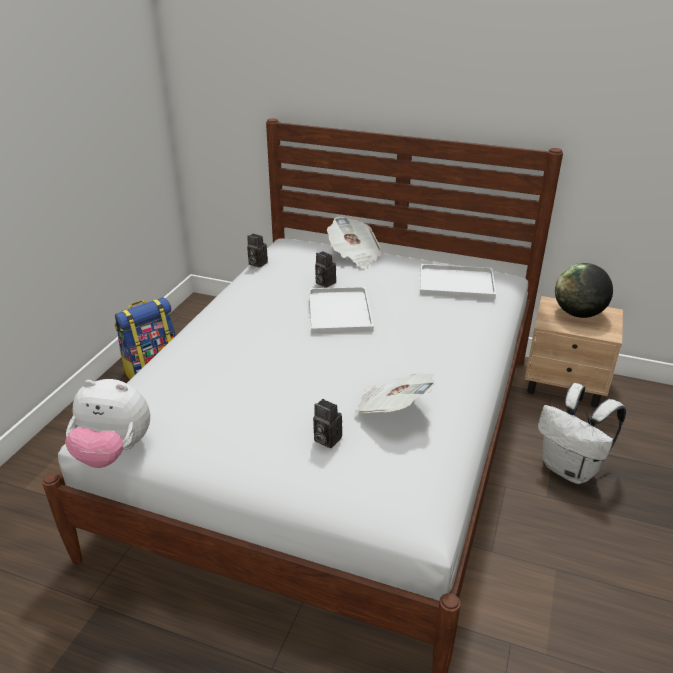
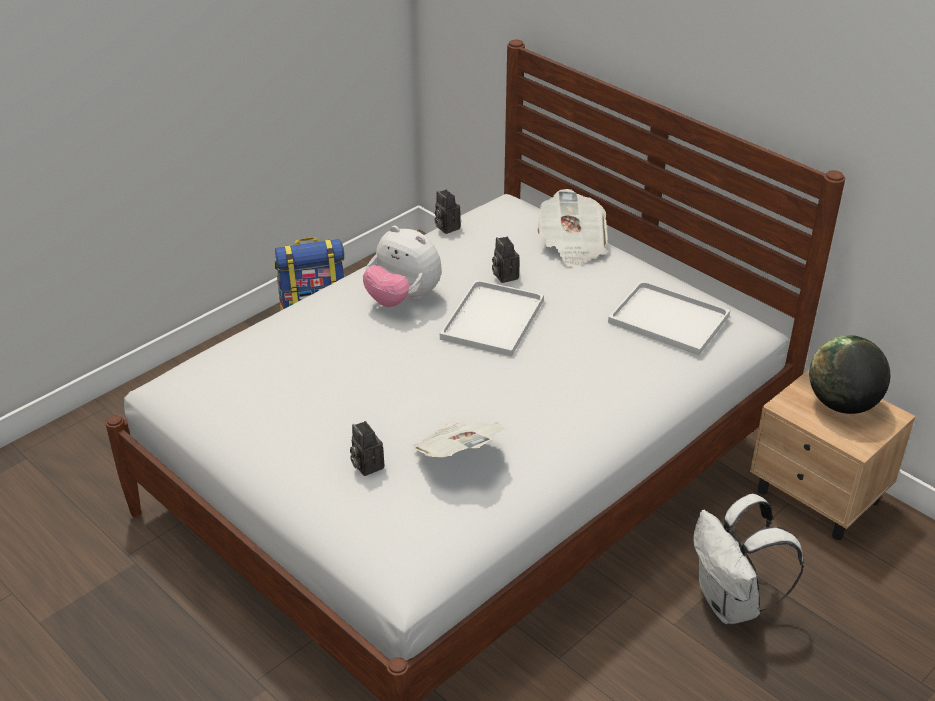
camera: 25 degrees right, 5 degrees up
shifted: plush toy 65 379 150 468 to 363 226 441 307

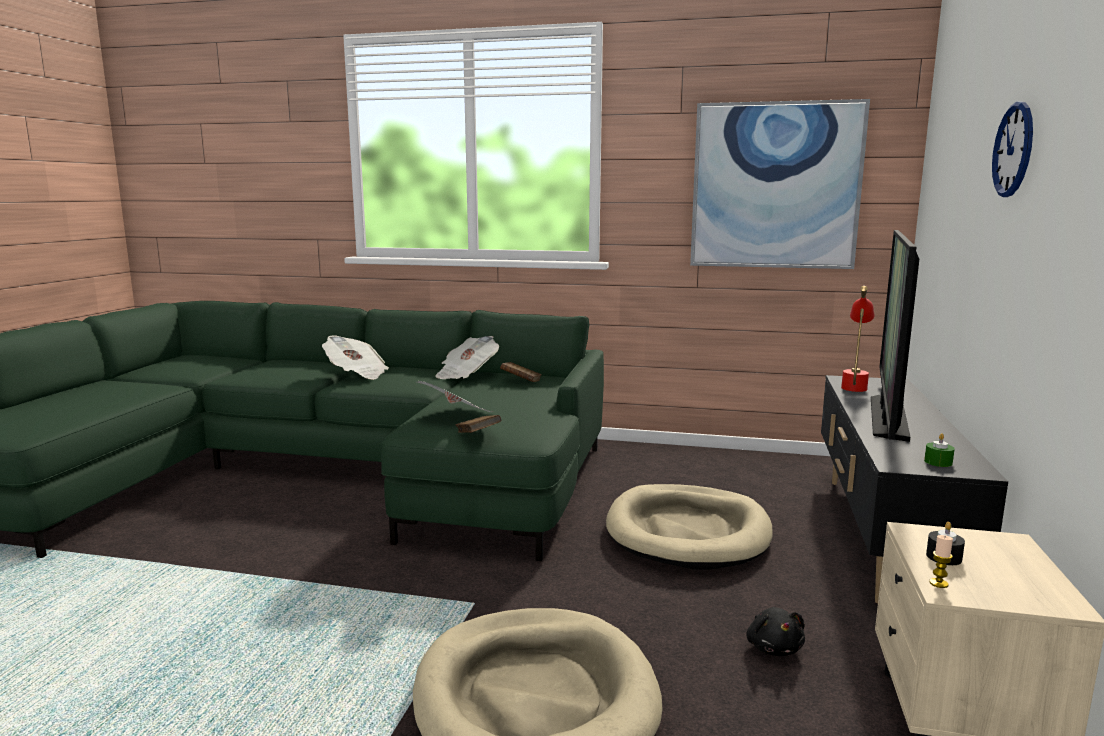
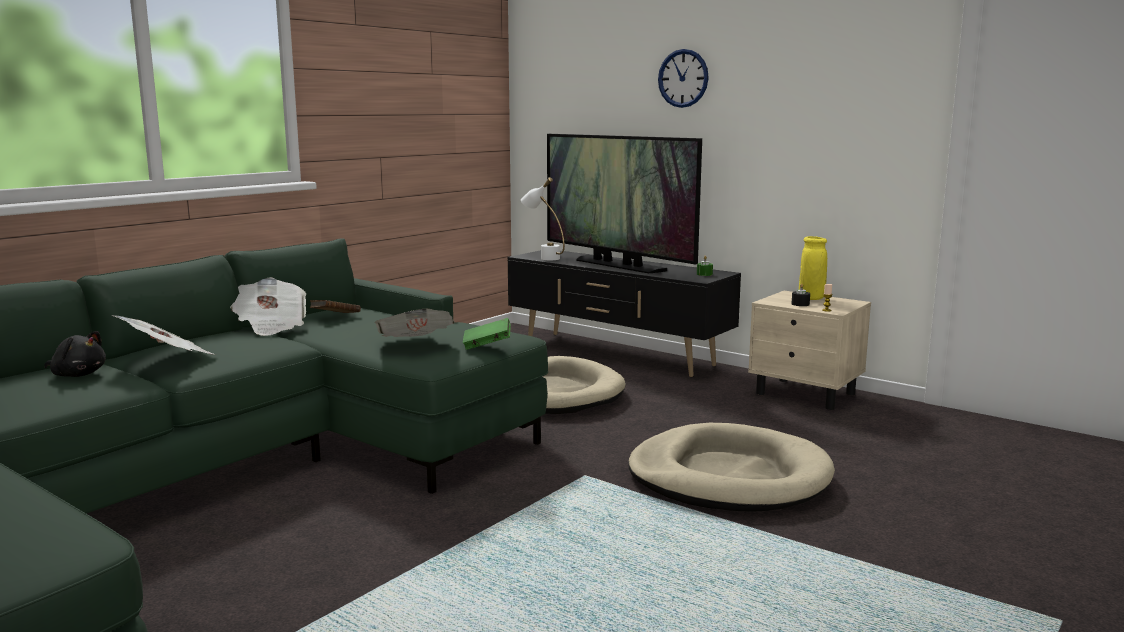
camera: 65 degrees left, 0 degrees up
gone: picture 690 99 870 269
new: vase in yellow 799 236 827 300
shifted: plush toy in black 746 607 805 656 to 44 331 106 377
repainted: book in brown 456 415 501 433 to book in green 463 318 511 350; table lamp in red 841 286 875 392 to table lamp in white 521 177 565 260

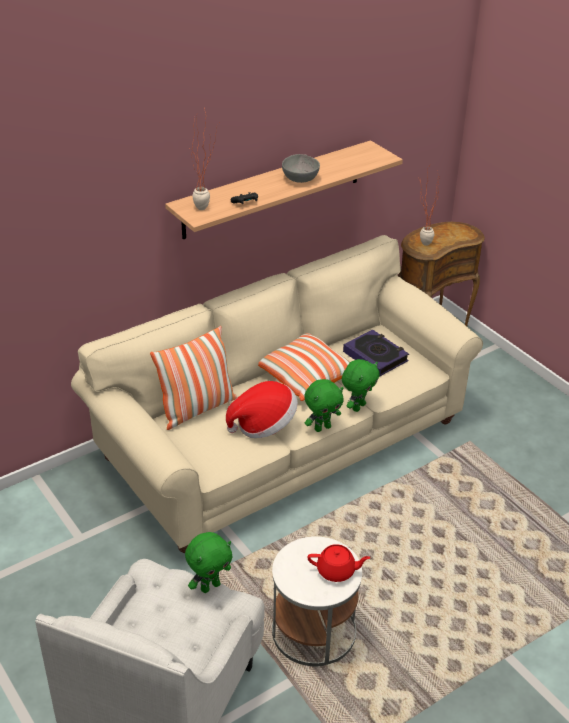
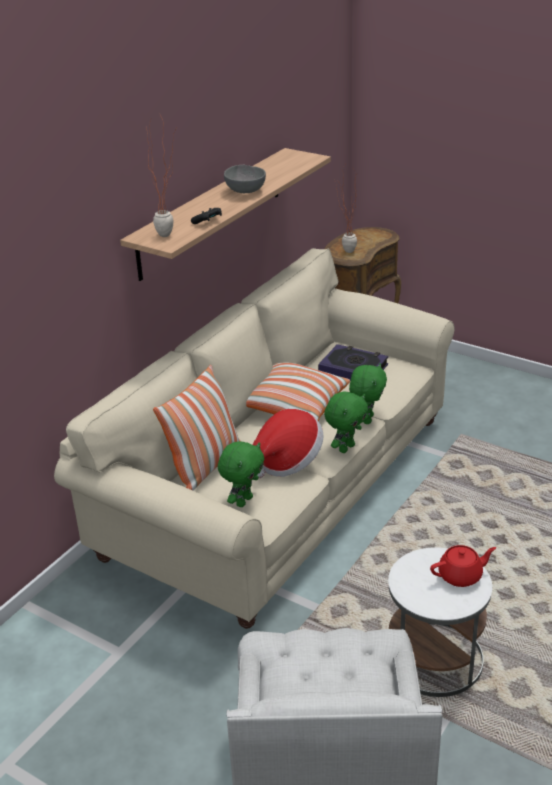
camera: 20 degrees left, 5 degrees down
shifted: plush toy in green 185 532 232 593 to 218 442 264 507

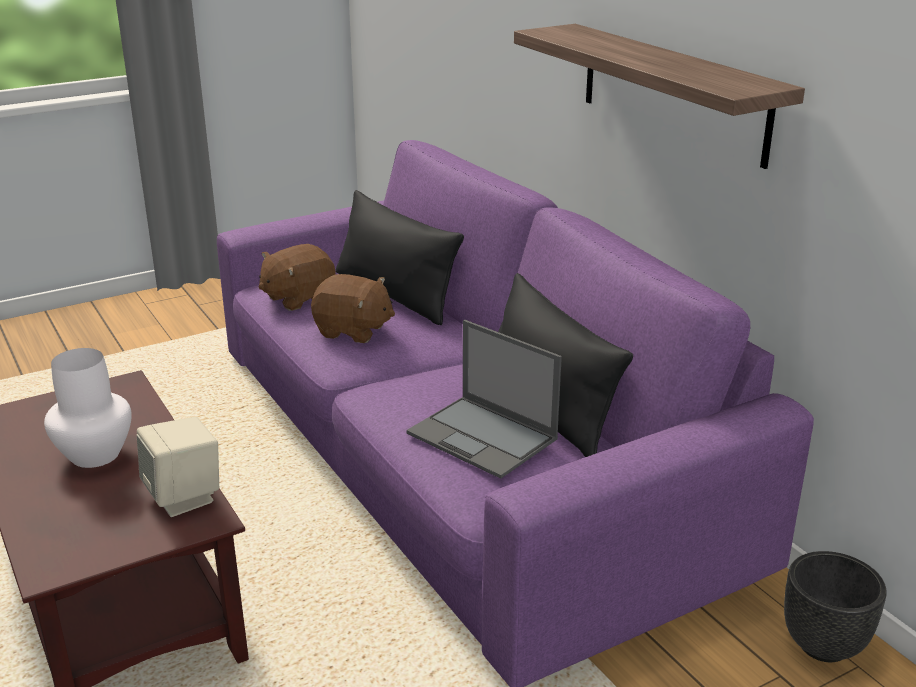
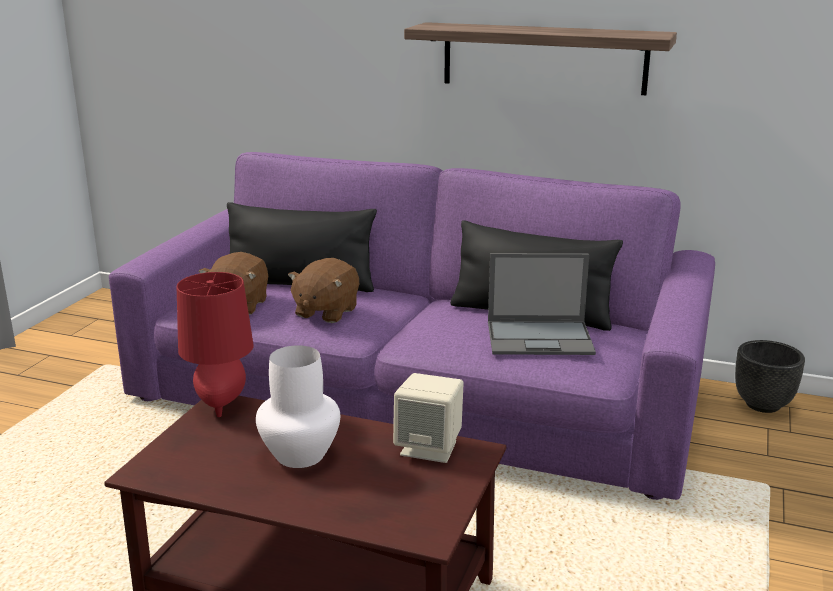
camera: 40 degrees left, 5 degrees down
new: table lamp in red 176 272 254 417
rotated: plush toy in brown 311 274 395 343 = 288 258 359 323 135 degrees clockwise

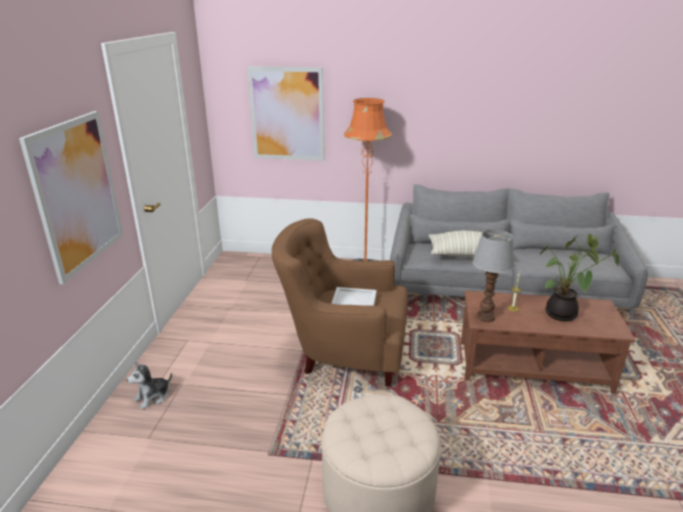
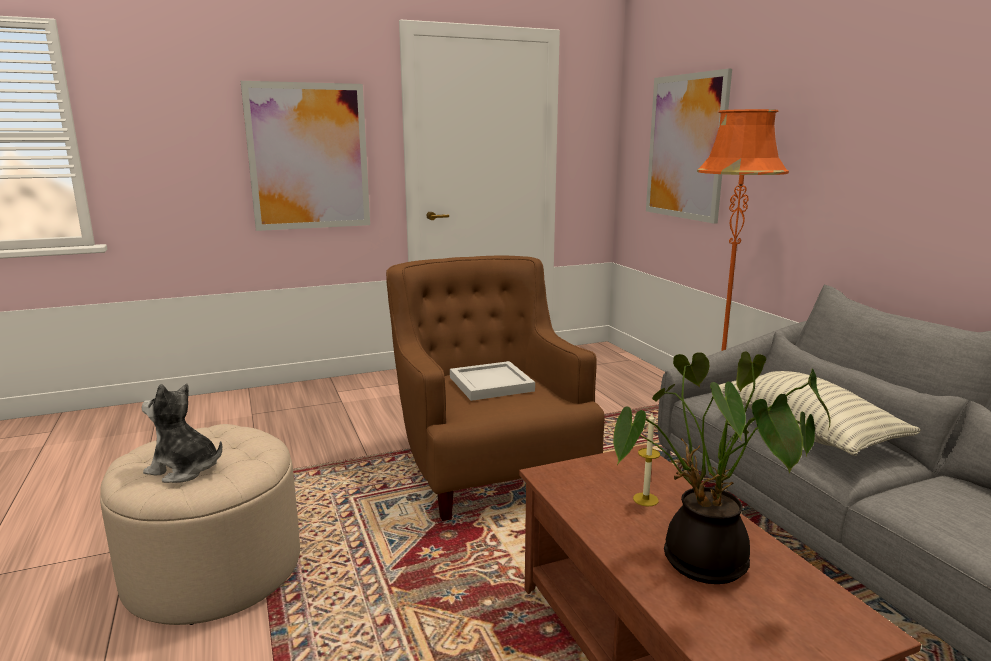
camera: 60 degrees right, 10 degrees down
gone: table lamp 472 229 515 323
shifted: plush toy 127 361 172 409 to 142 384 222 483

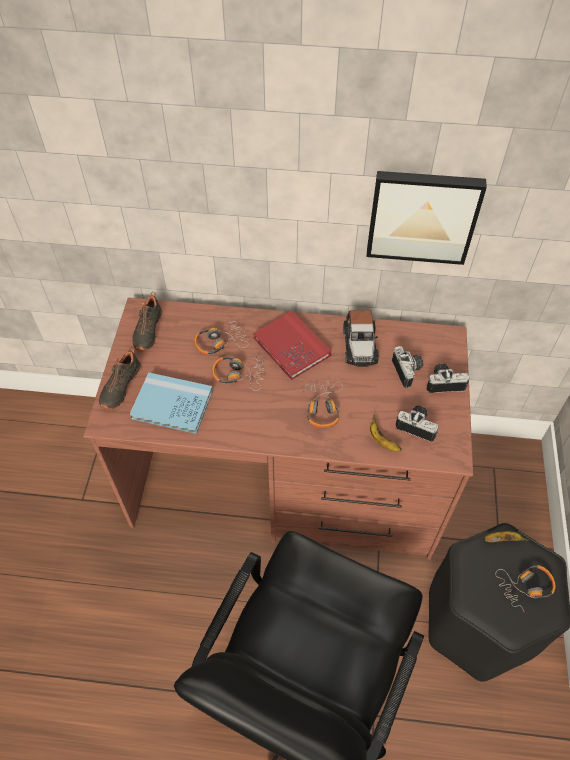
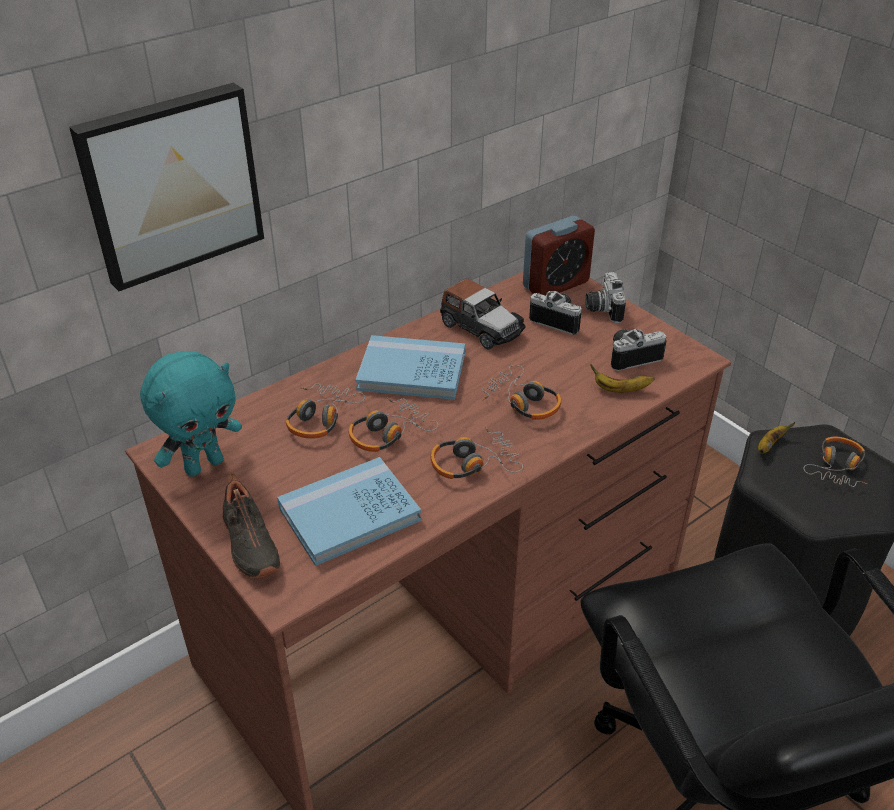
camera: 45 degrees left, 15 degrees down
new: headphones 430 426 523 479; alarm clock 523 216 595 296
shifted: picture 366 171 487 265 to 69 83 264 291
swapped: shoe in black 132 292 162 351 to plush toy in turquoise 140 351 242 477
repainted: book in red 253 311 331 380 to book in blue 356 335 465 400
rotated: photo camera 427 363 469 393 = 585 272 626 323 45 degrees counterclockwise

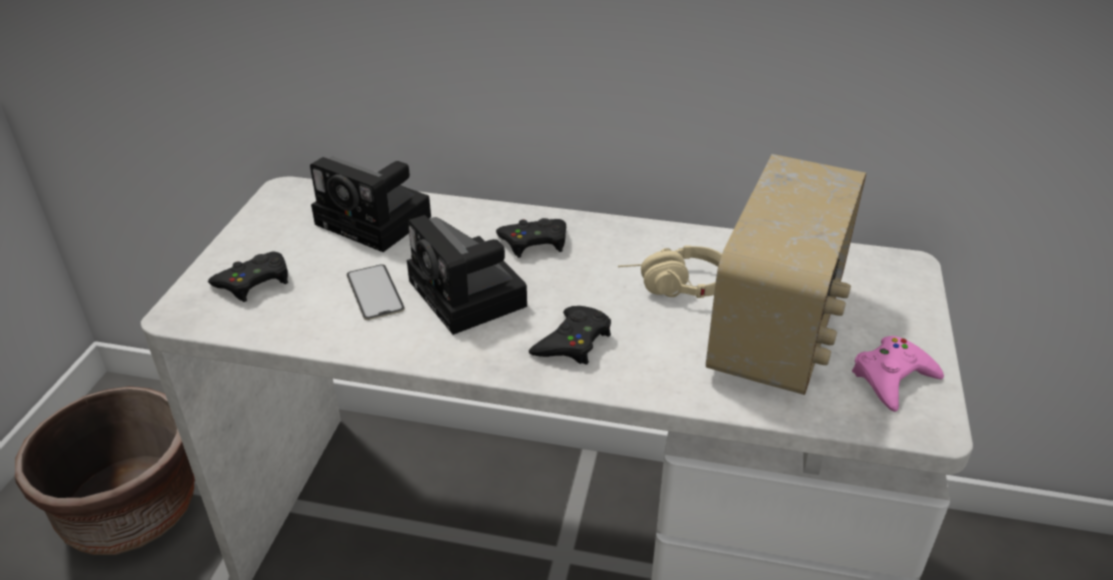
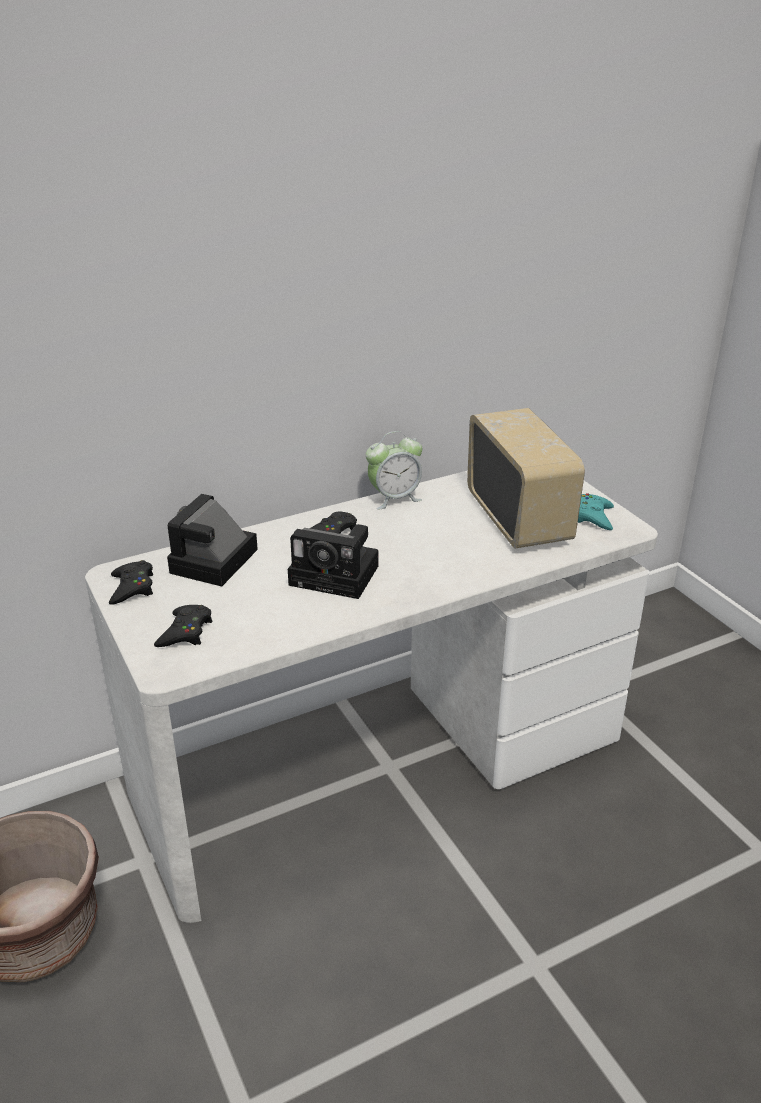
camera: 40 degrees left, 5 degrees down
gone: phone 347 264 405 320; headphones in beige 618 245 722 298
new: alarm clock 366 431 422 510
shifted: game controller in black 529 306 611 365 to 109 560 153 605
repainted: game controller in pink 852 336 944 412 to game controller in turquoise 578 493 614 530
rotated: photo camera 310 157 431 252 = 167 494 258 586 120 degrees clockwise

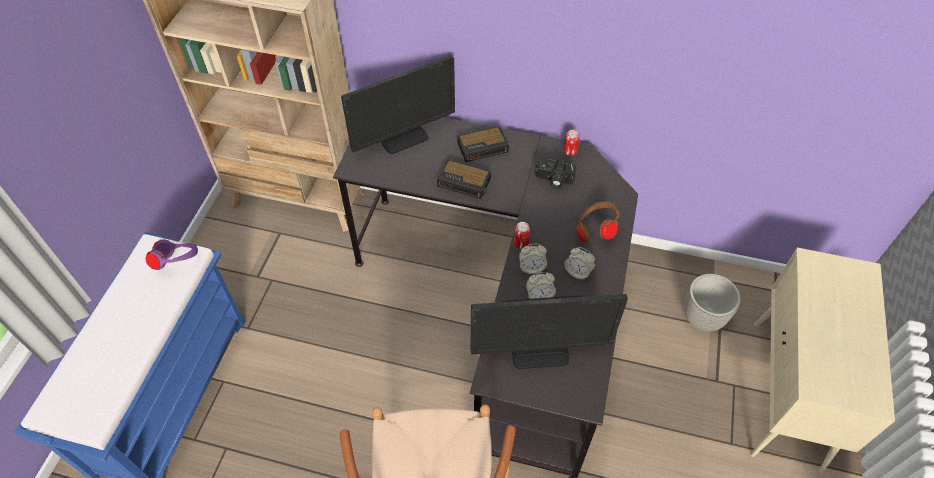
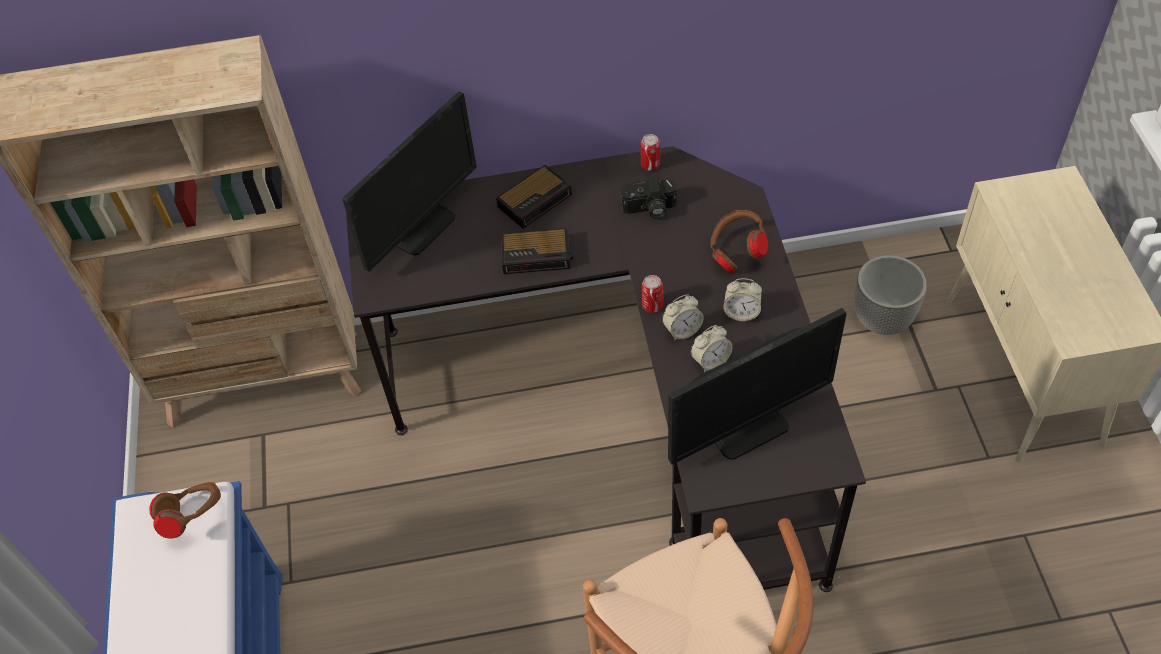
camera: 20 degrees left, 0 degrees up
repainted: headphones in purple 146 240 198 270 to headphones in brown 149 482 221 539

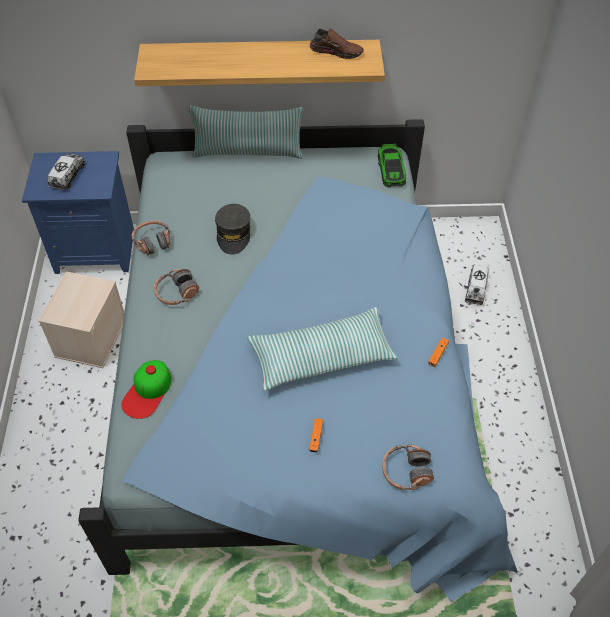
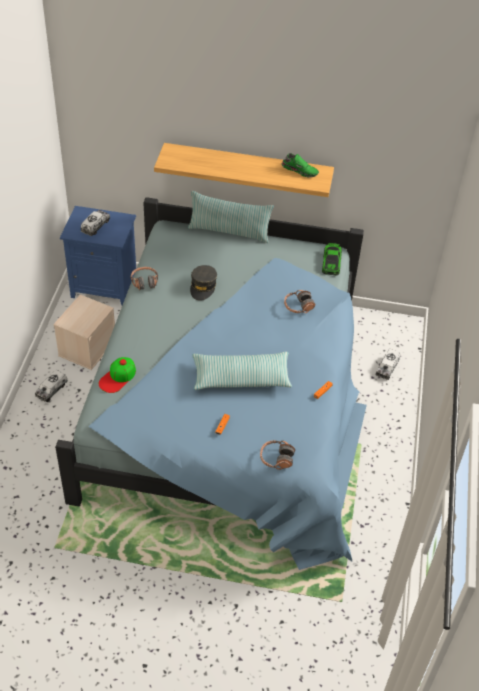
camera: 10 degrees right, 5 degrees down
new: toy truck 35 370 68 402
shifted: headphones 154 269 199 305 to 284 290 315 313
repainted: shoe in brown 309 28 364 59 to shoe in green 282 153 319 177

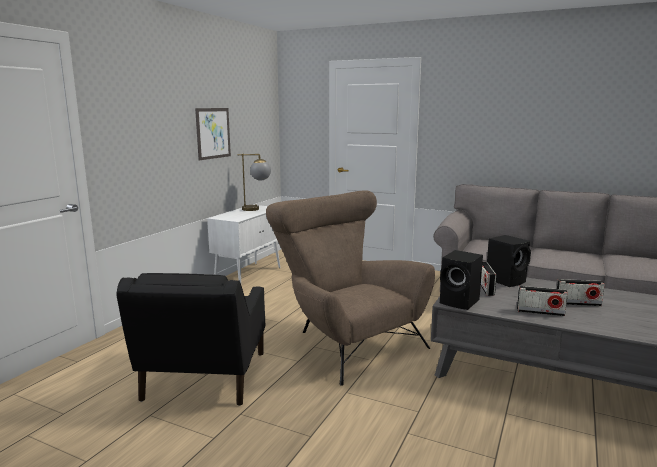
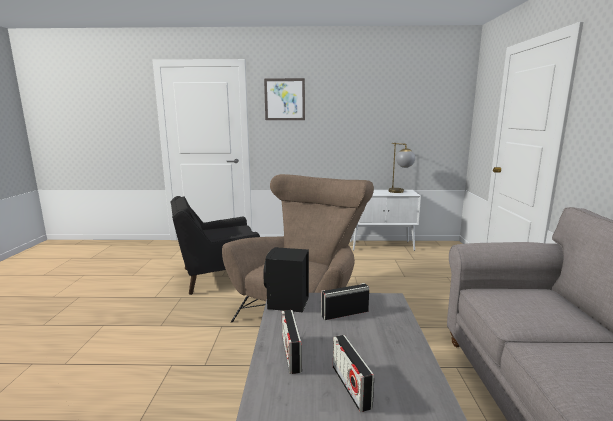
camera: 65 degrees right, 0 degrees up
gone: speaker in black 487 235 531 287
shifted: picture 195 108 231 160 to 264 78 305 120

